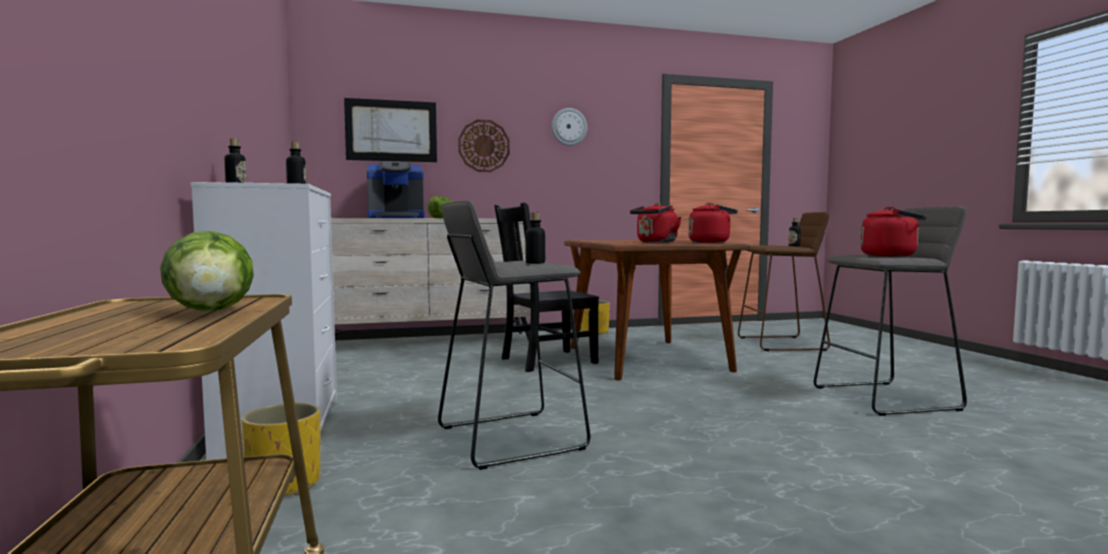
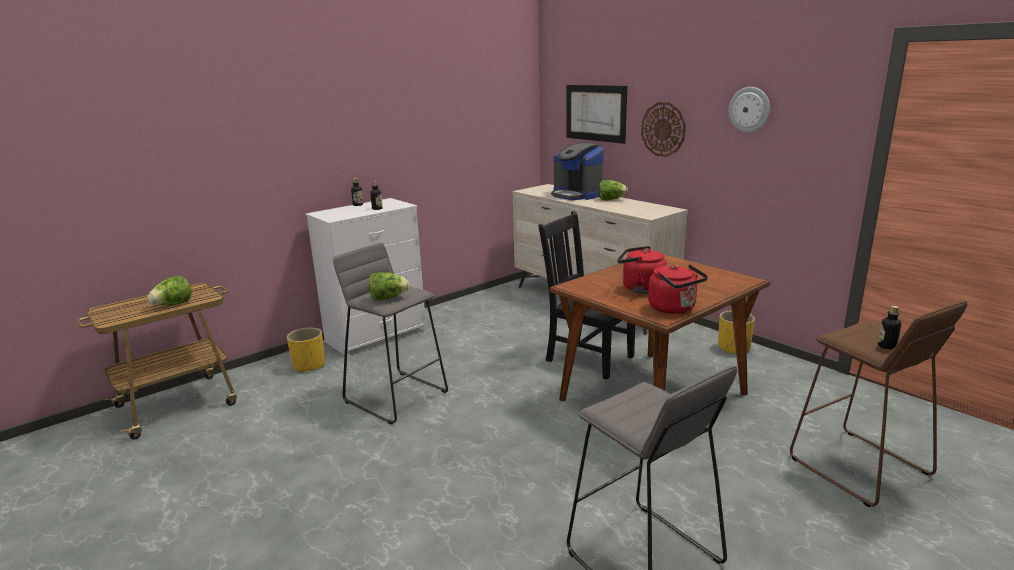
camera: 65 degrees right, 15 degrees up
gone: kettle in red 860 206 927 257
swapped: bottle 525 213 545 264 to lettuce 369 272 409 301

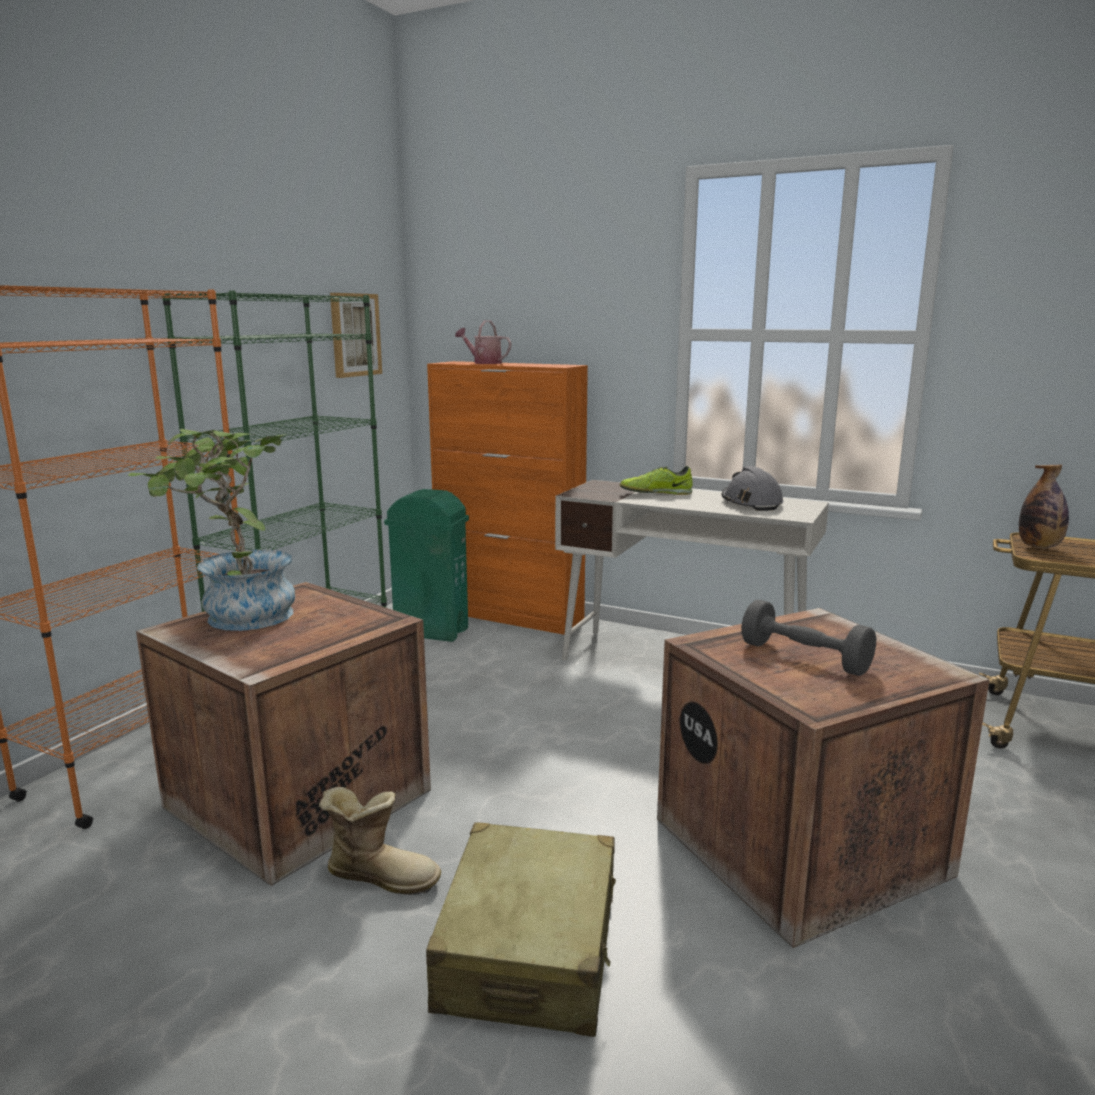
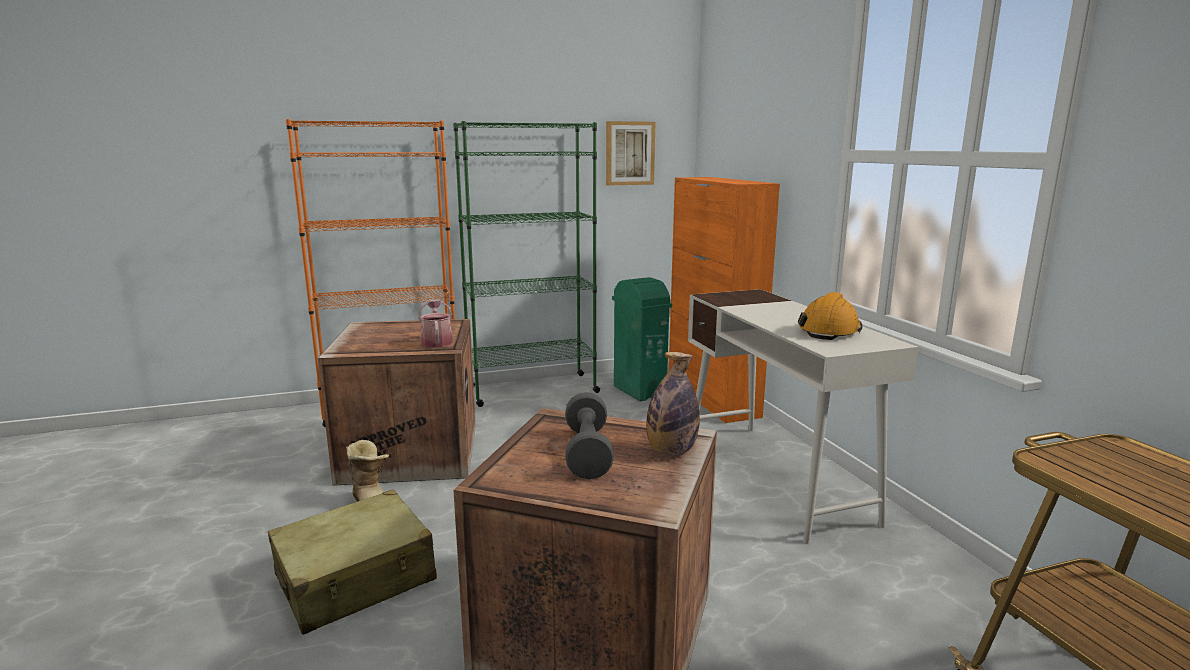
camera: 45 degrees right, 0 degrees up
gone: potted plant 128 429 295 631; shoe 620 466 693 495
shifted: watering can 455 320 512 364 to 418 300 453 348; bottle 1019 464 1069 548 to 646 352 700 455
repainted: hard hat in grey 721 466 783 511 to hard hat in orange 798 292 862 340

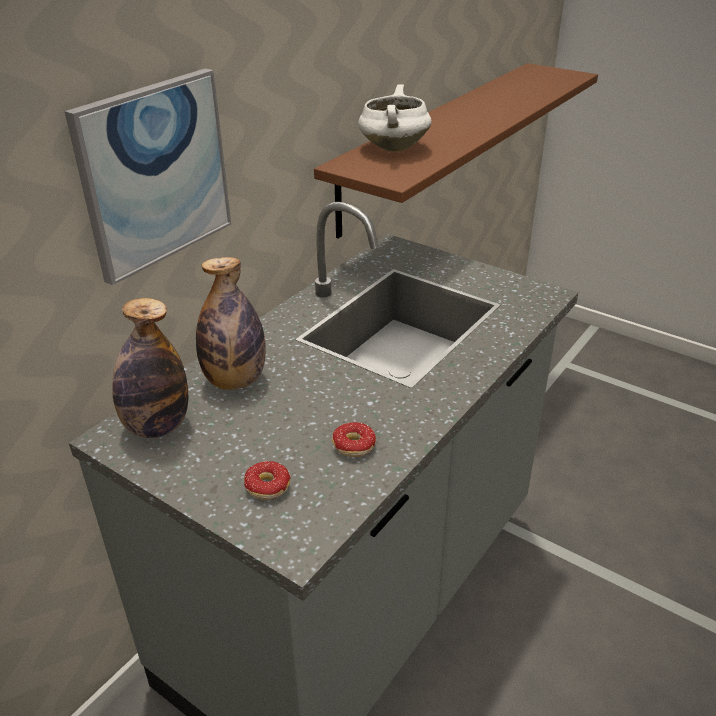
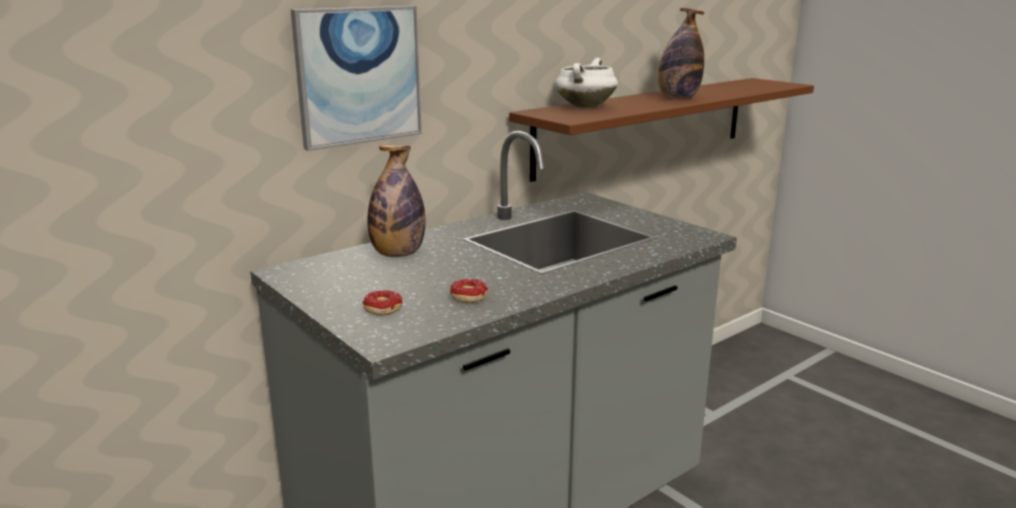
camera: 15 degrees right, 15 degrees down
shifted: bottle 112 298 188 438 to 658 8 704 99

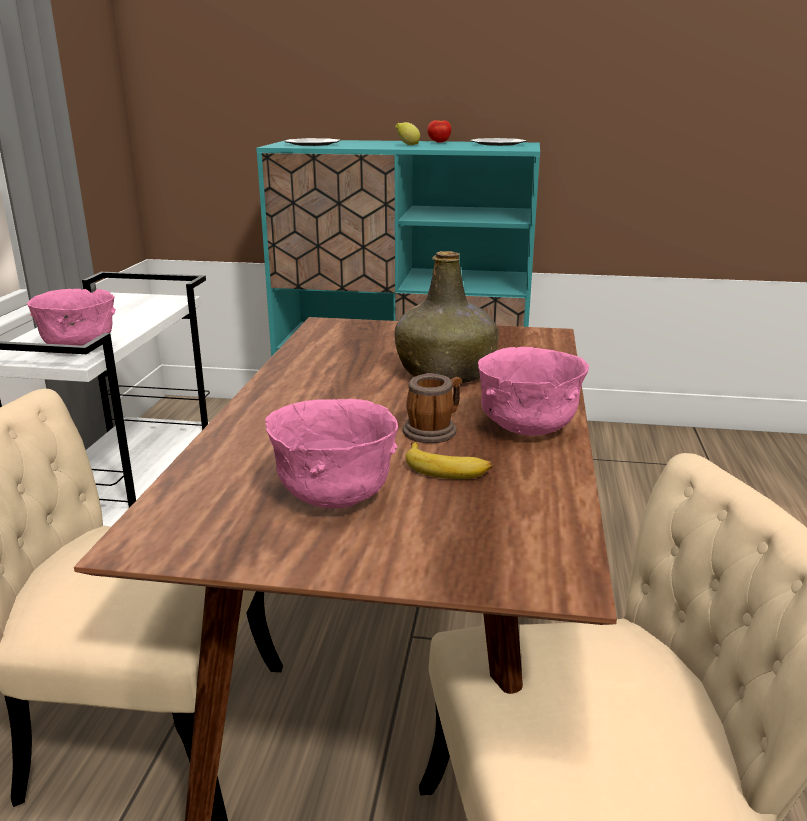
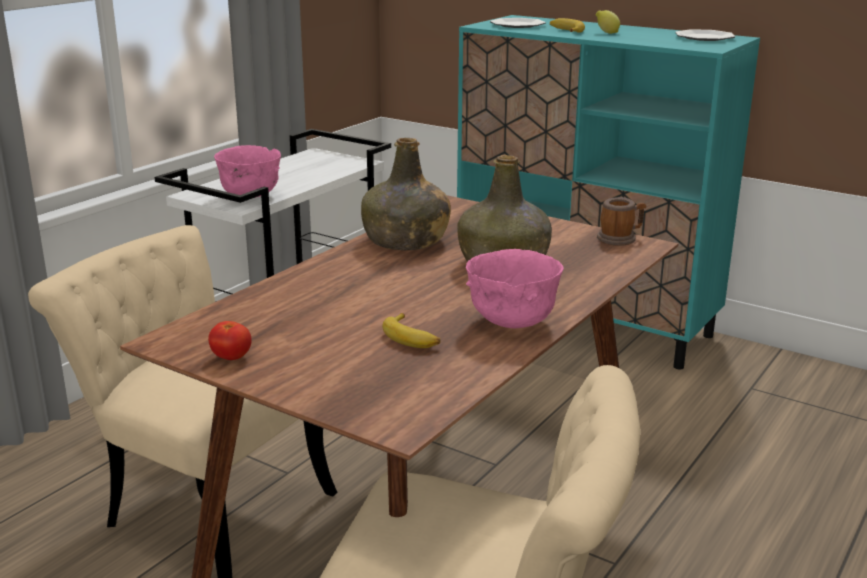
camera: 25 degrees right, 0 degrees up
gone: bowl in pink 265 399 398 508
new: bottle in green 361 138 451 250; banana 550 18 585 33
shifted: mug 403 373 462 443 to 597 197 646 246; tomato 427 120 451 143 to 208 321 252 360

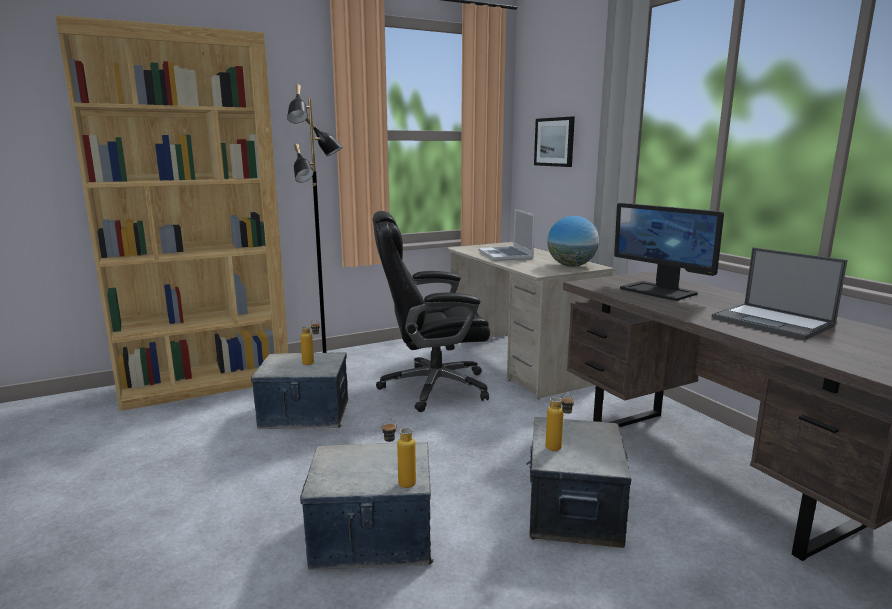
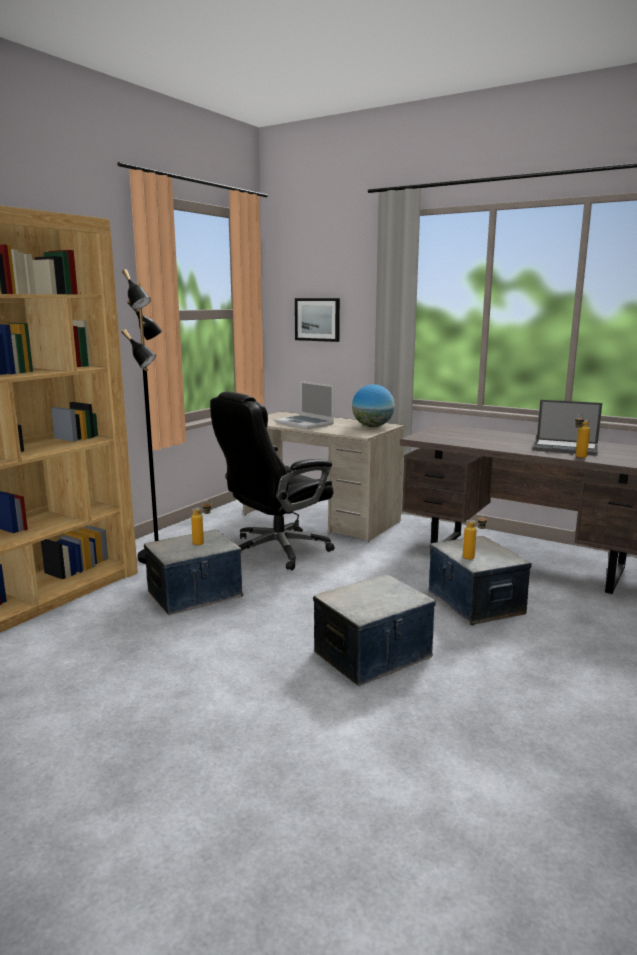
camera: 30 degrees left, 0 degrees up
gone: monitor 614 203 724 301
shifted: bottle 381 419 416 488 to 575 414 590 458

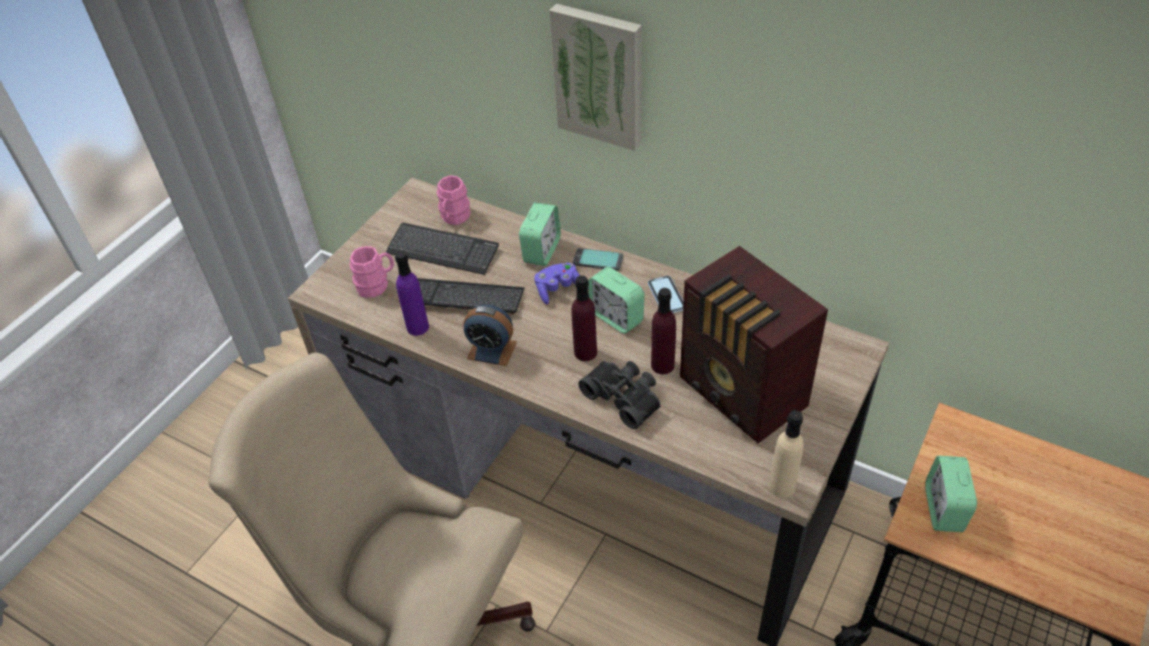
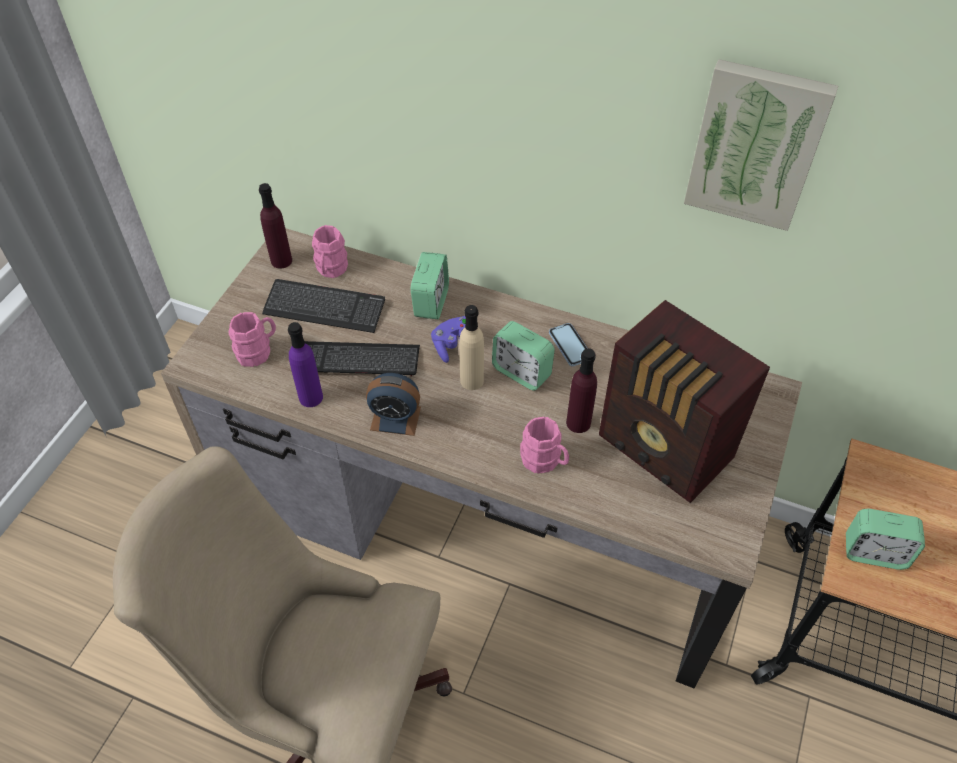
camera: 10 degrees left, 5 degrees up
gone: phone 573 248 623 271
shifted: picture 549 4 642 151 to 684 59 838 231; bottle in purple 572 275 597 361 to 259 183 292 269; bottle in beige 769 410 804 498 to 459 305 484 390
swapped: binoculars in black 578 361 661 429 to mug in pink 520 417 569 474
rotated: alarm clock 925 456 977 532 = 846 509 925 570 75 degrees counterclockwise

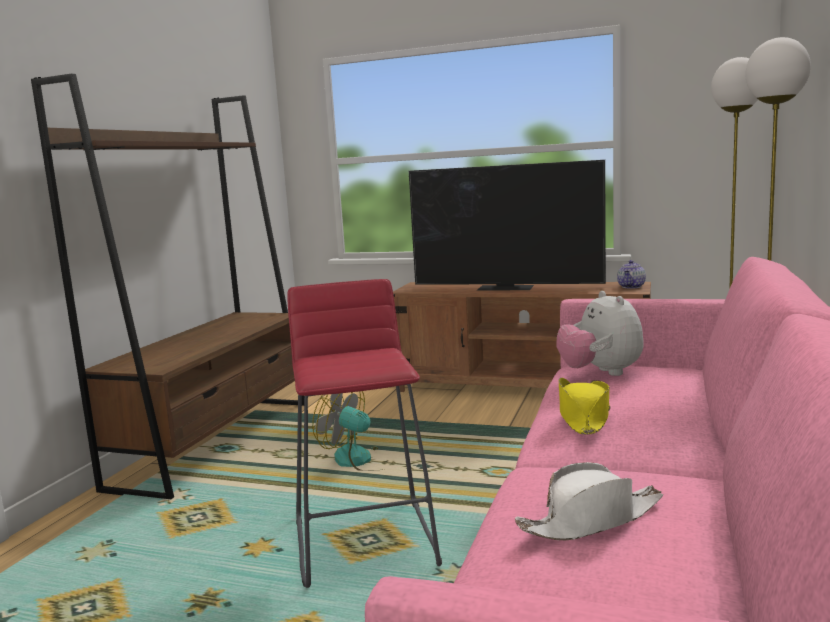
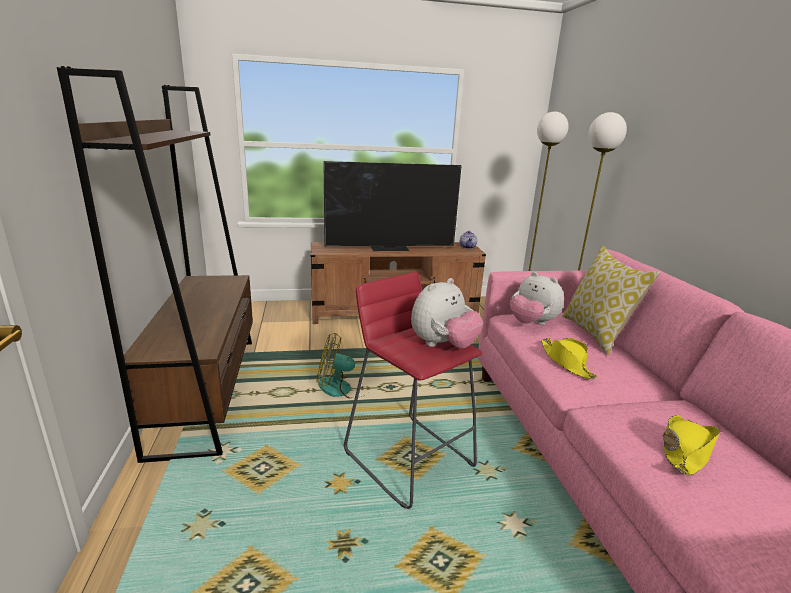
camera: 30 degrees left, 10 degrees up
new: plush toy 411 278 483 348; pillow 562 246 660 355
repainted: hat in white 515 462 663 540 to hat in yellow 663 415 720 476

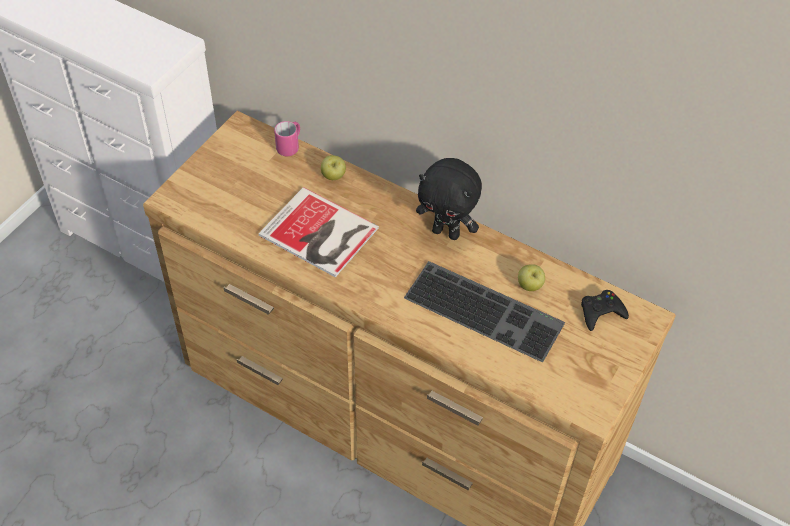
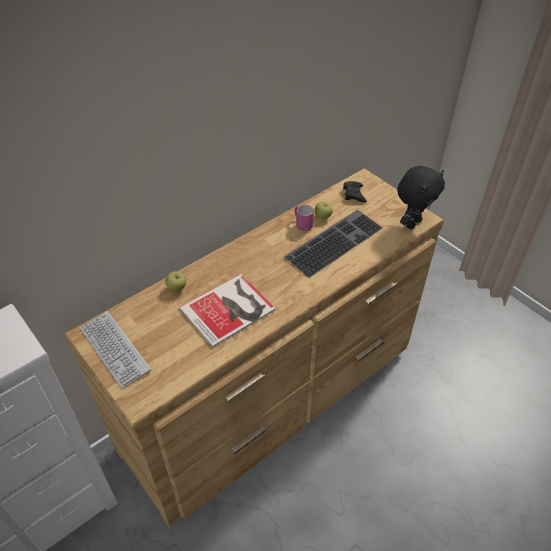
camera: 70 degrees left, 5 degrees down
new: keyboard 80 311 151 389
shifted: mug in pink 274 121 300 156 to 294 205 314 231; plush toy in black 416 158 482 240 to 397 166 445 229

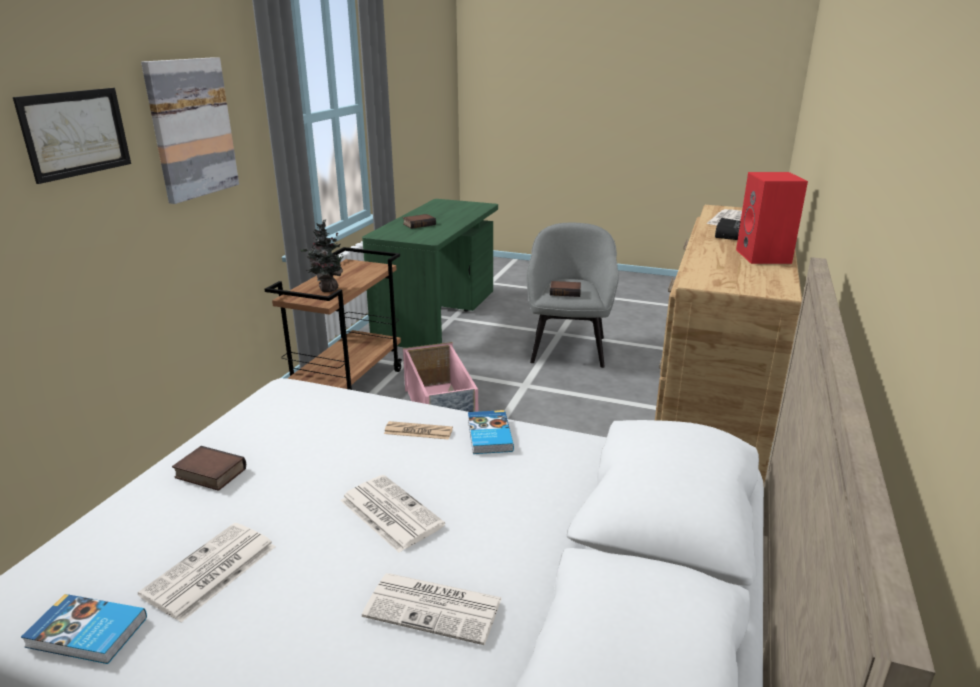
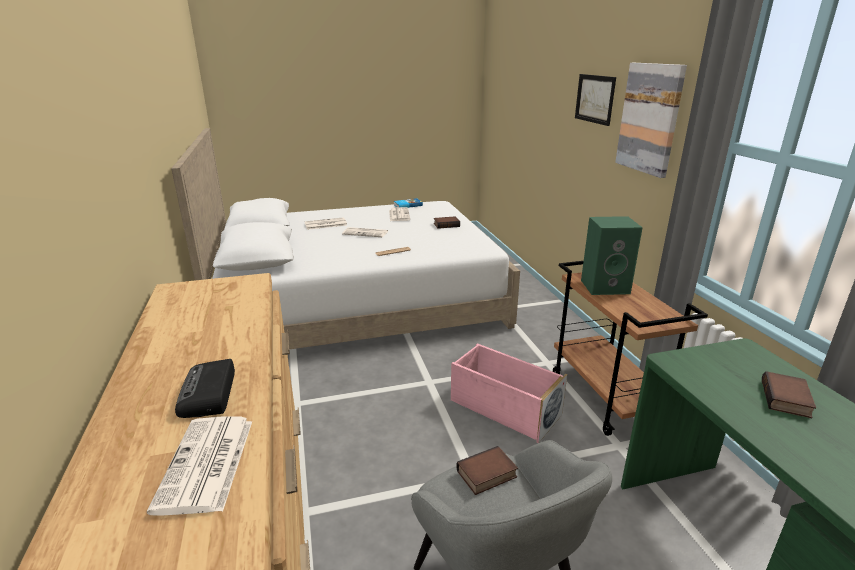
camera: 145 degrees right, 0 degrees up
gone: book 468 410 514 454; speaker in red 736 172 808 264
swapped: potted plant 301 219 346 292 to speaker in green 581 216 643 295

